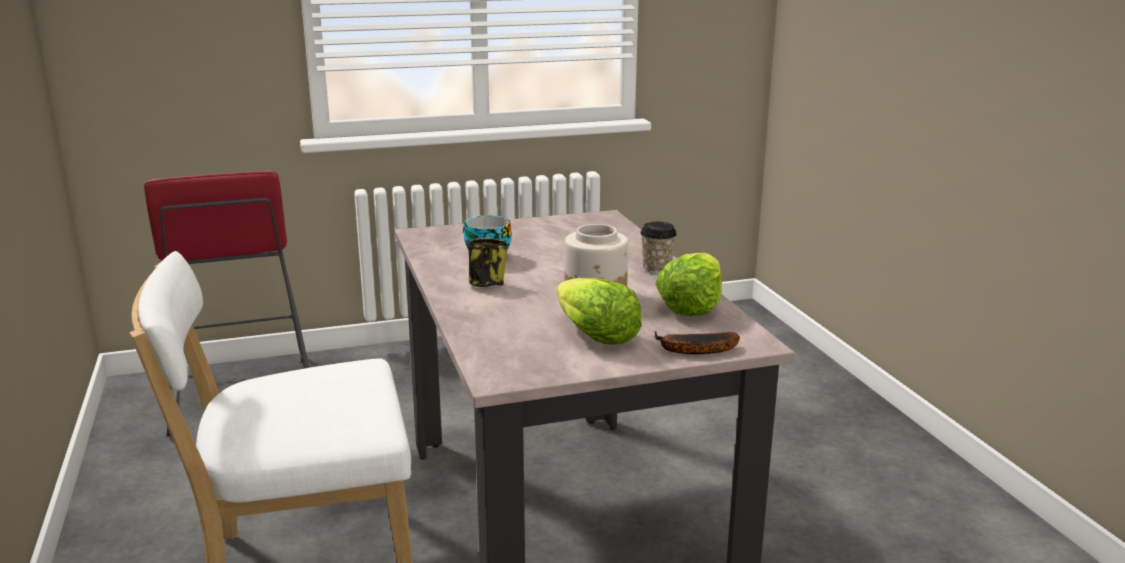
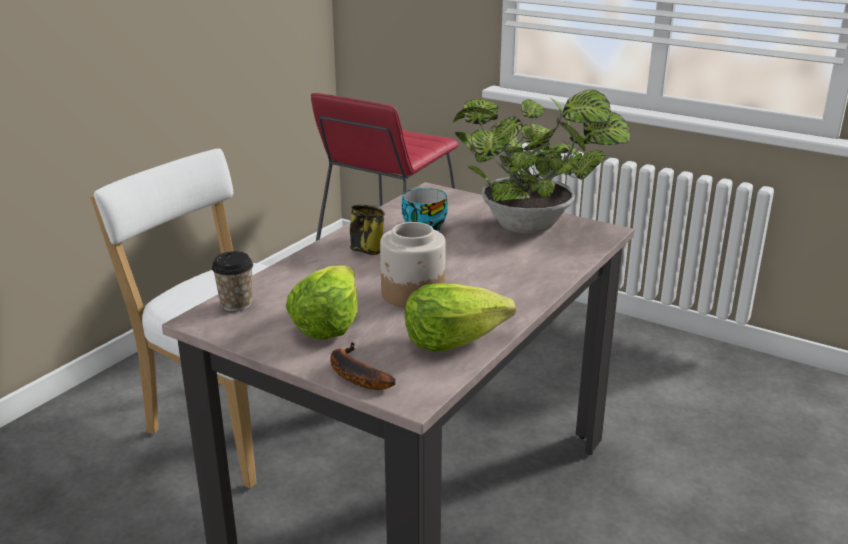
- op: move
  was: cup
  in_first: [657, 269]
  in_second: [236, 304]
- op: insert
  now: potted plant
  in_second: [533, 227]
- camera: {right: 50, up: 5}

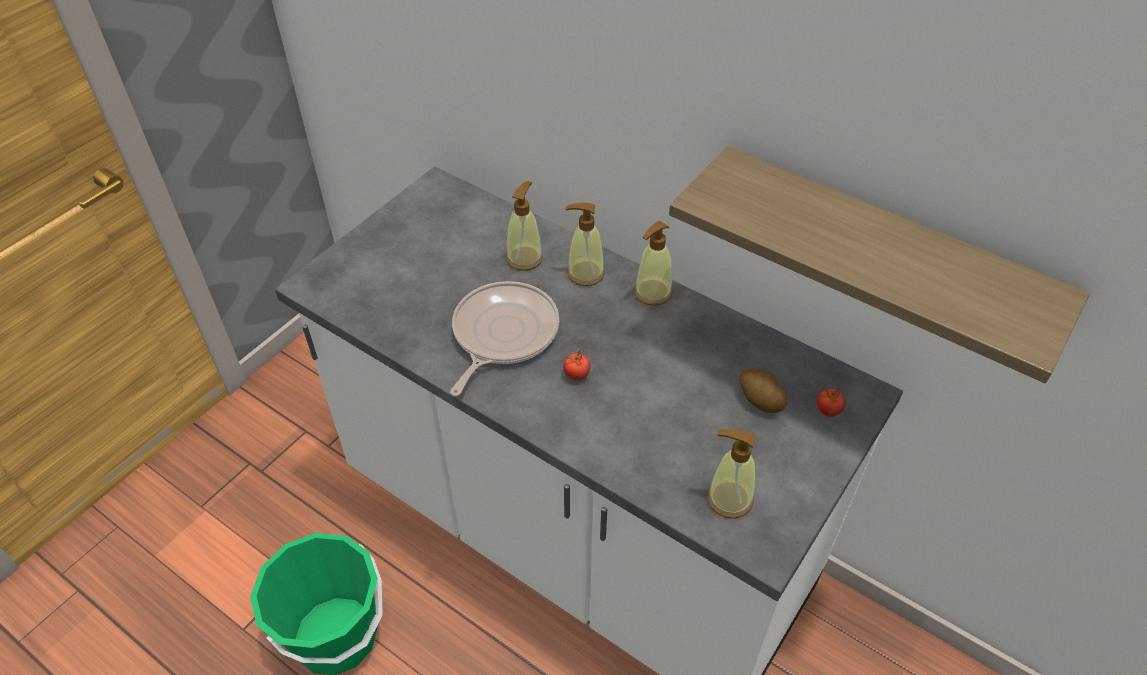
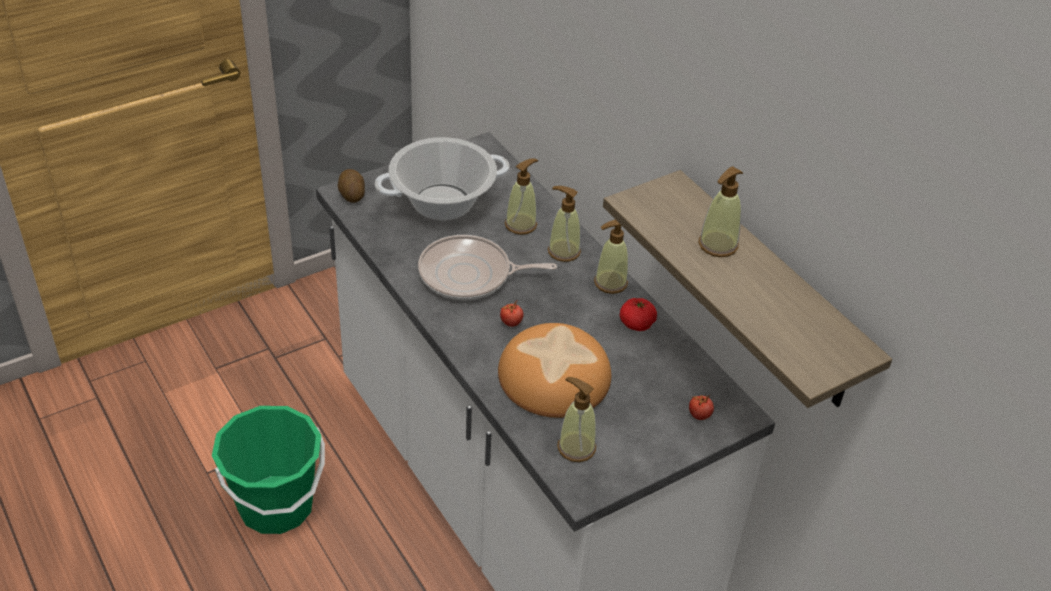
- op: rotate
  was: frying pan
  in_first: [502, 334]
  in_second: [470, 275]
  clockwise: -135
- op: move
  was: potato
  in_first: [759, 400]
  in_second: [351, 194]
- op: insert
  now: cooking pot
  in_second: [442, 202]
- op: insert
  now: soap dispenser
  in_second: [717, 245]
- op: insert
  now: tomato
  in_second: [636, 324]
- op: insert
  now: bread
  in_second: [553, 376]
- camera: {right: 20, up: -5}

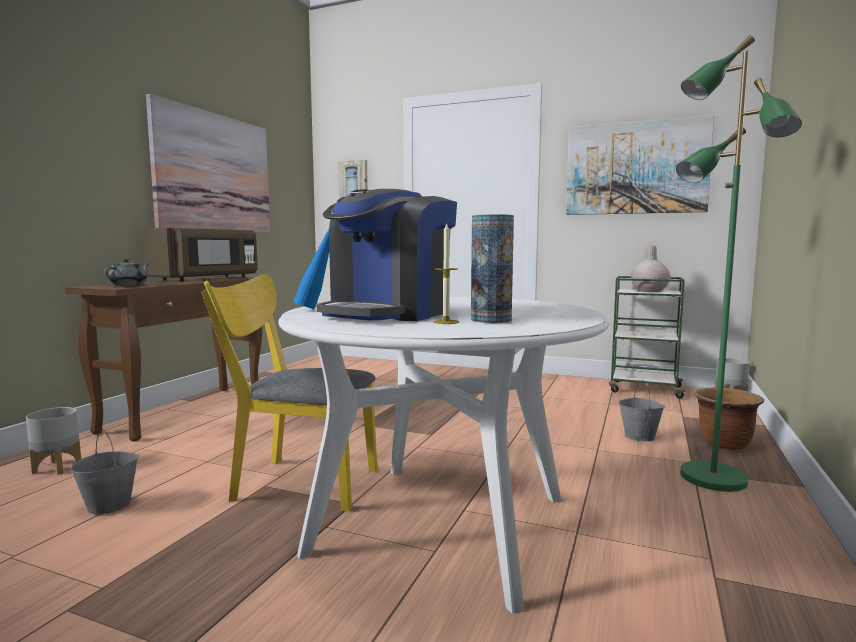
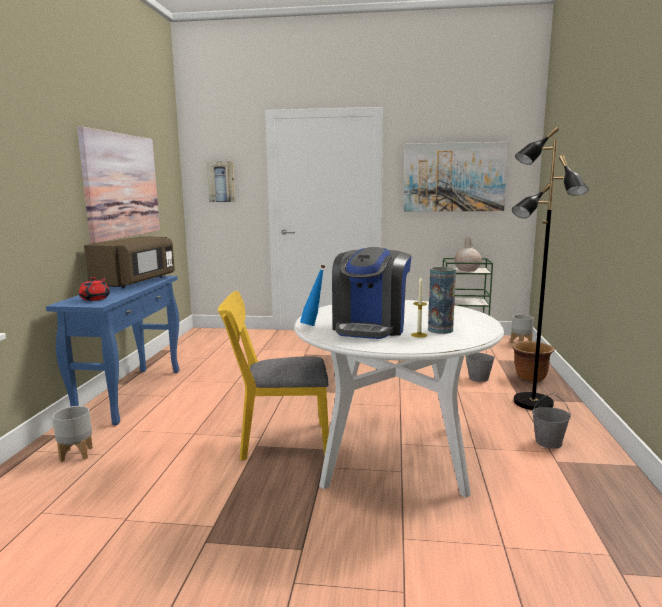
- op: recolor
  was: green floor lamp
  now: black floor lamp
  in_first: [711, 478]
  in_second: [532, 403]
- op: recolor
  was: grey teapot
  now: red teapot
  in_first: [129, 285]
  in_second: [95, 299]
- op: recolor
  was: brown console table
  now: blue console table
  in_first: [186, 411]
  in_second: [131, 394]
- op: move
  was: grey bucket
  in_first: [110, 505]
  in_second: [548, 442]
- camera: {right: -15, up: 5}

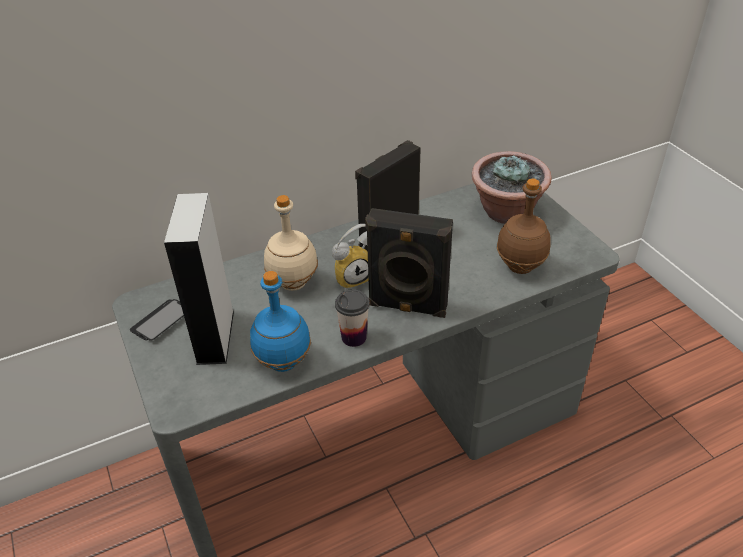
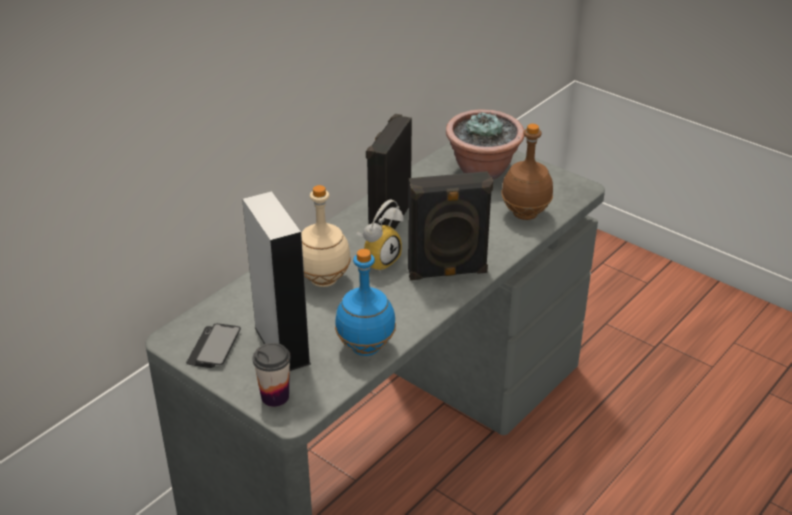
- op: move
  was: cup
  in_first: [354, 337]
  in_second: [275, 396]
- camera: {right: -25, up: -5}

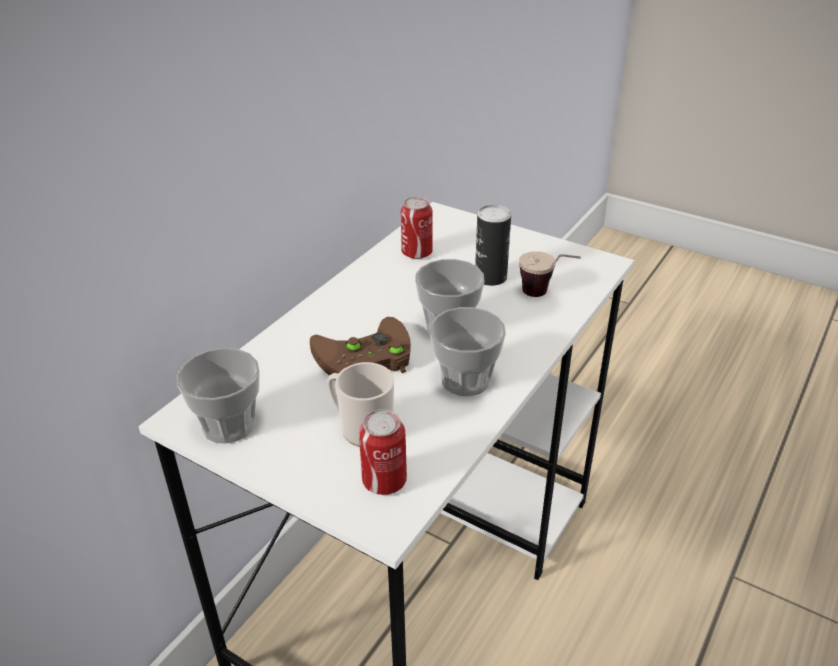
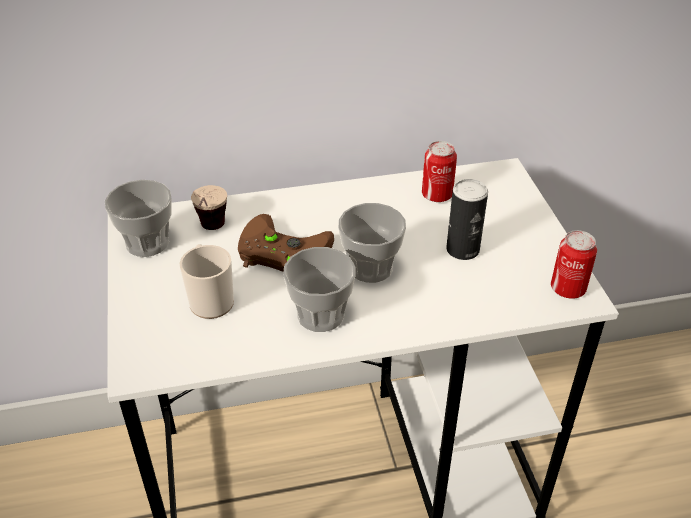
- op: move
  was: cup
  in_first: [546, 297]
  in_second: [211, 232]
- op: move
  was: can
  in_first: [384, 481]
  in_second: [567, 289]
- camera: {right: 45, up: 5}

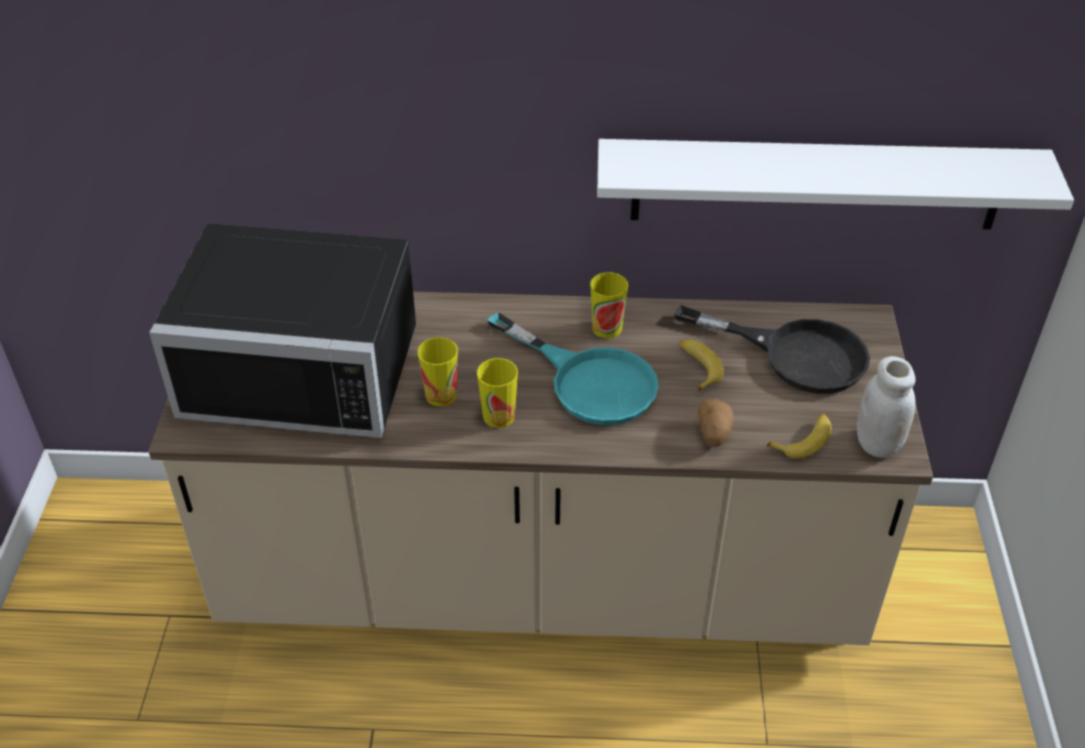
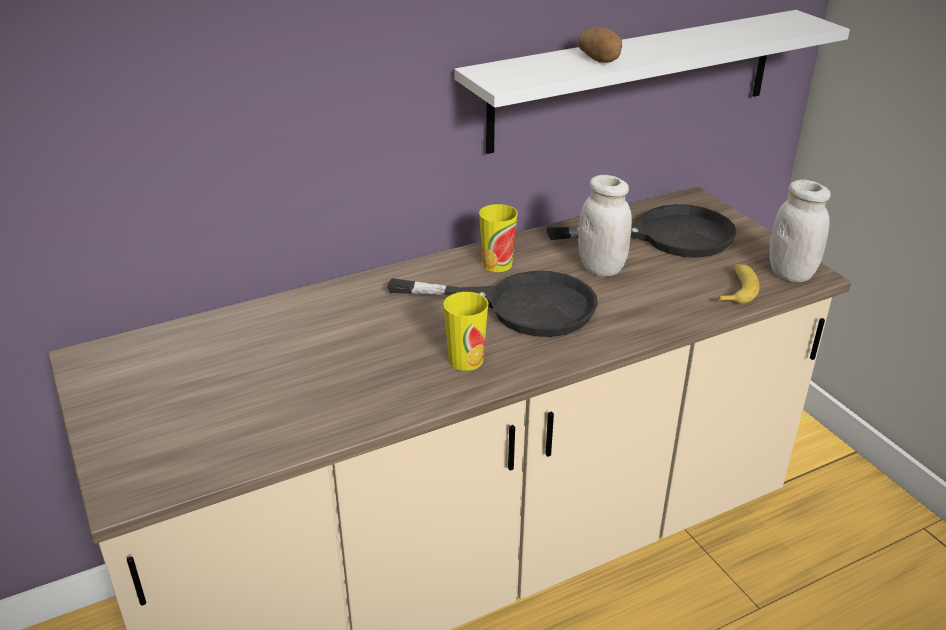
- op: delete
  was: black microwave
  in_first: [307, 363]
- op: recolor
  was: turquoise frying pan
  now: black frying pan
  in_first: [589, 381]
  in_second: [520, 306]
- op: delete
  was: cup
  in_first: [441, 395]
- op: replace
  was: banana
  now: white jar
  in_first: [697, 368]
  in_second: [601, 268]
- op: move
  was: potato
  in_first: [713, 434]
  in_second: [600, 60]
- camera: {right: -30, up: -10}

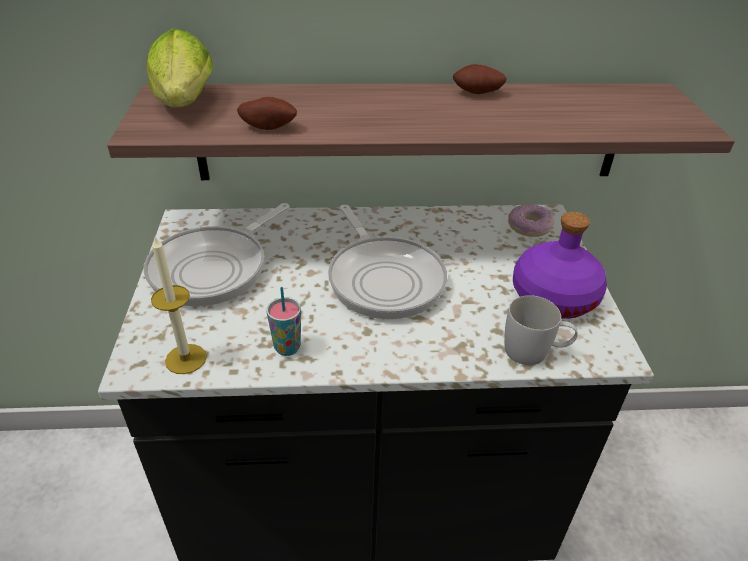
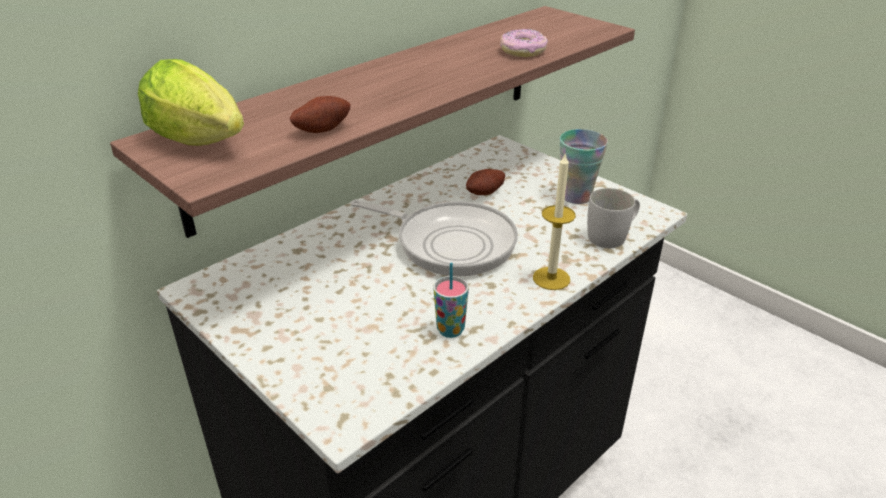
- op: move
  was: potato
  in_first: [477, 94]
  in_second: [486, 194]
- op: delete
  was: frying pan
  in_first: [214, 268]
- op: move
  was: donut
  in_first: [529, 227]
  in_second: [523, 51]
- op: replace
  was: purple bottle
  now: cup
  in_first: [553, 296]
  in_second: [576, 196]
- op: move
  was: candle
  in_first: [186, 359]
  in_second: [551, 278]
- camera: {right: -40, up: -5}

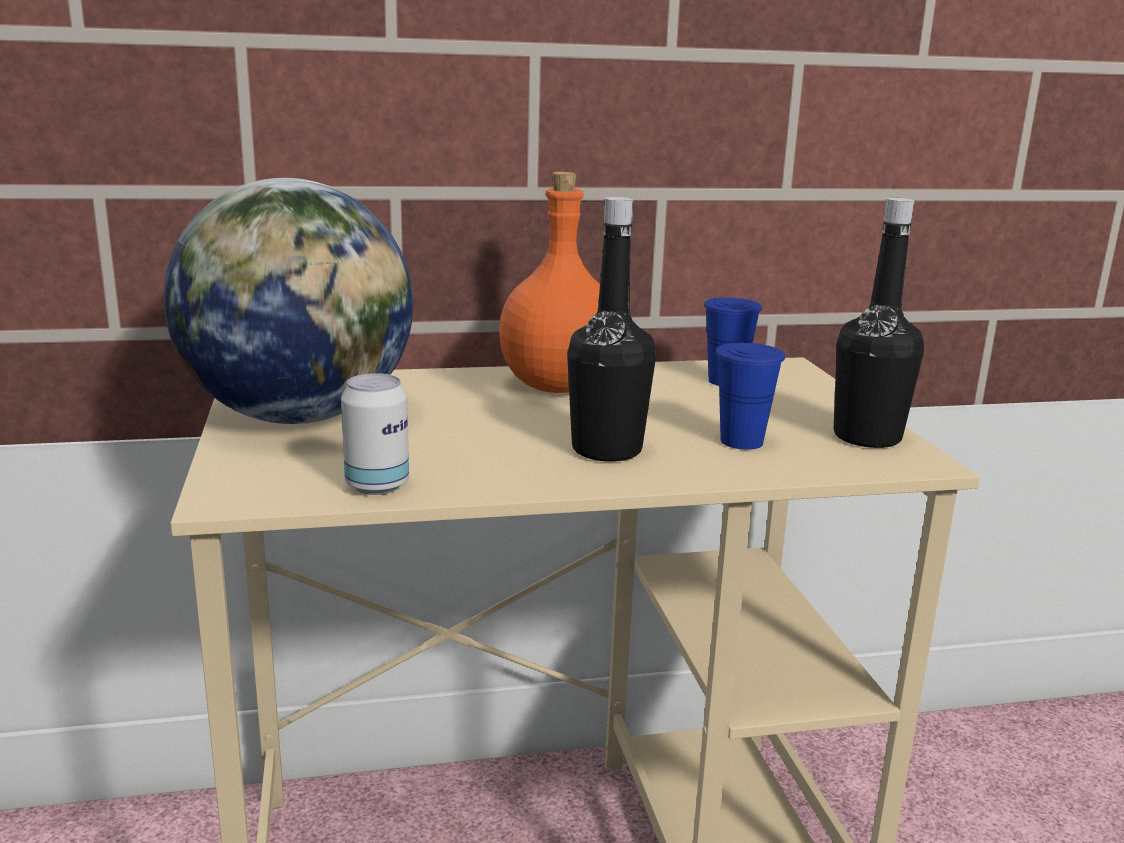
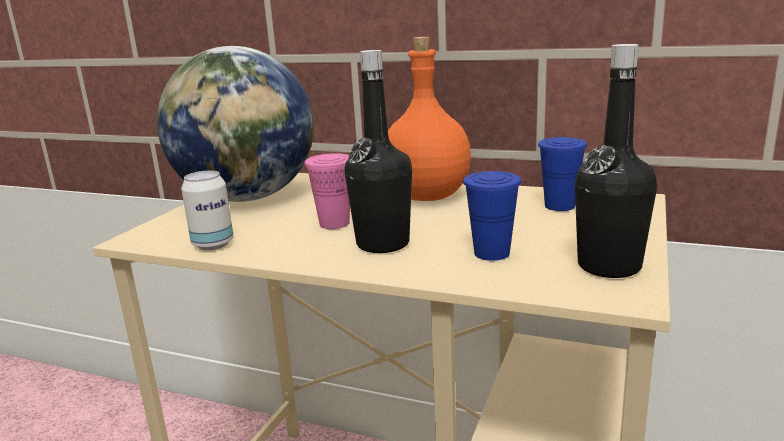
- op: insert
  now: pink cup
  in_second: [334, 223]
- camera: {right: 35, up: 0}

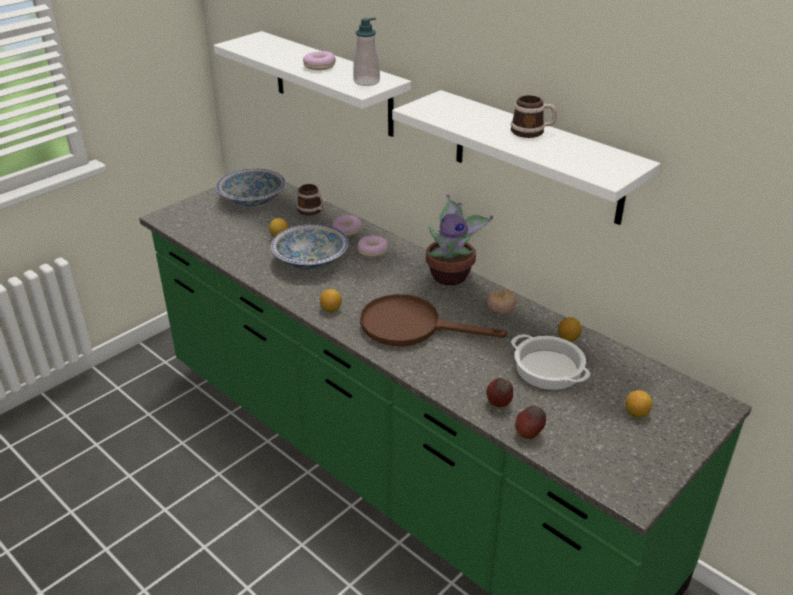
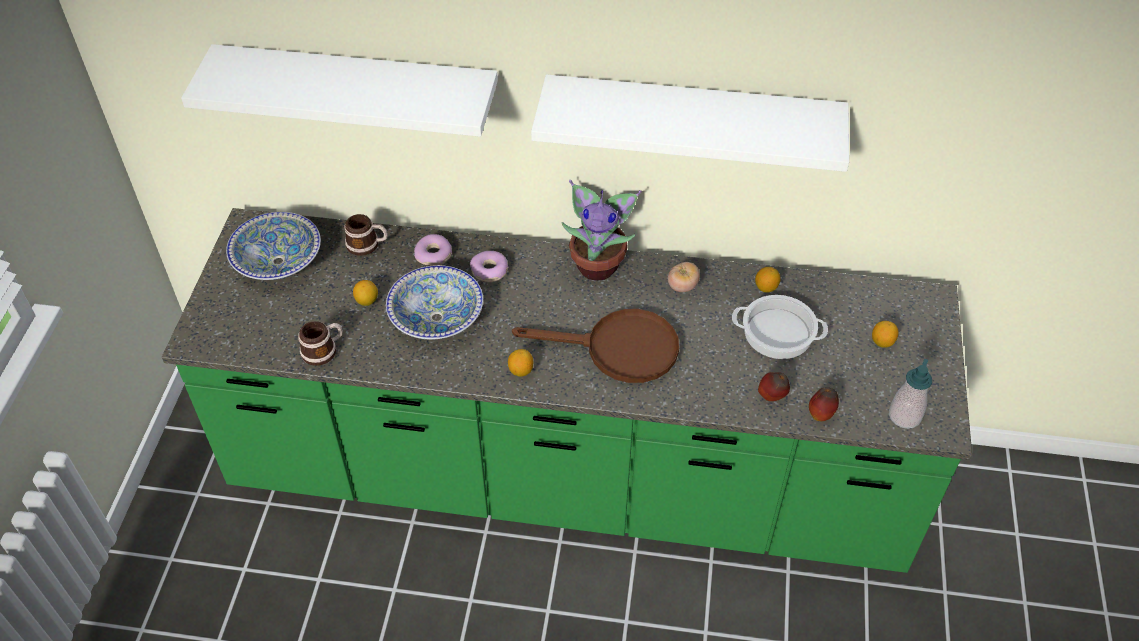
- op: move
  was: soap dispenser
  in_first: [366, 82]
  in_second: [904, 416]
- op: delete
  was: donut
  in_first: [319, 66]
- op: move
  was: mug
  in_first: [532, 131]
  in_second: [324, 350]
- op: rotate
  was: brown frying pan
  in_first: [412, 326]
  in_second: [618, 349]
  clockwise: -150
- camera: {right: -35, up: 15}

